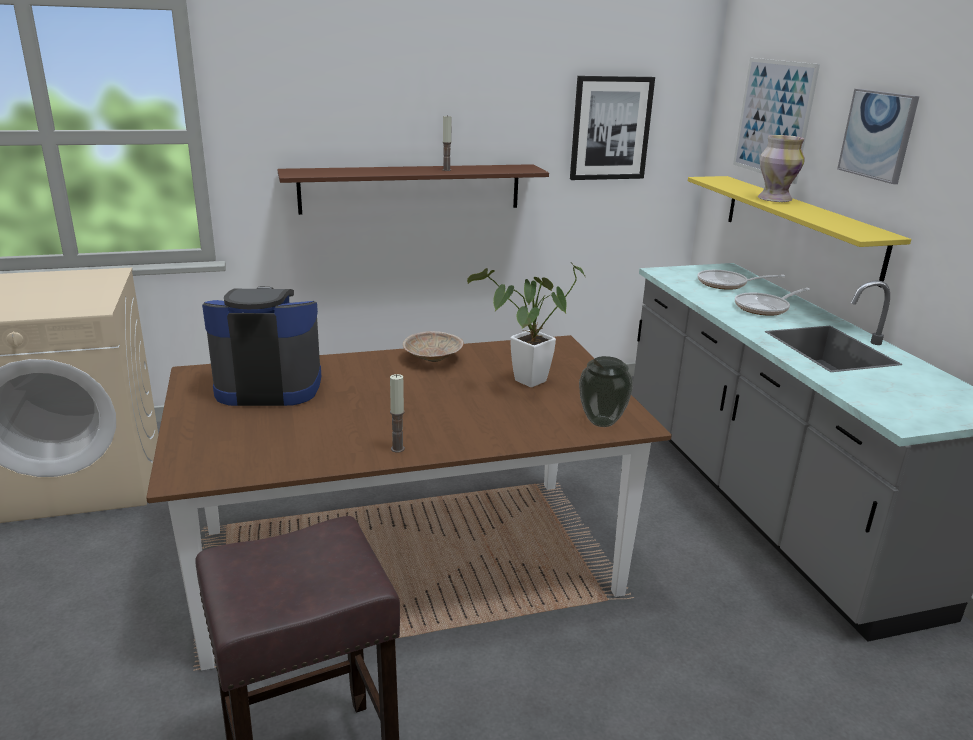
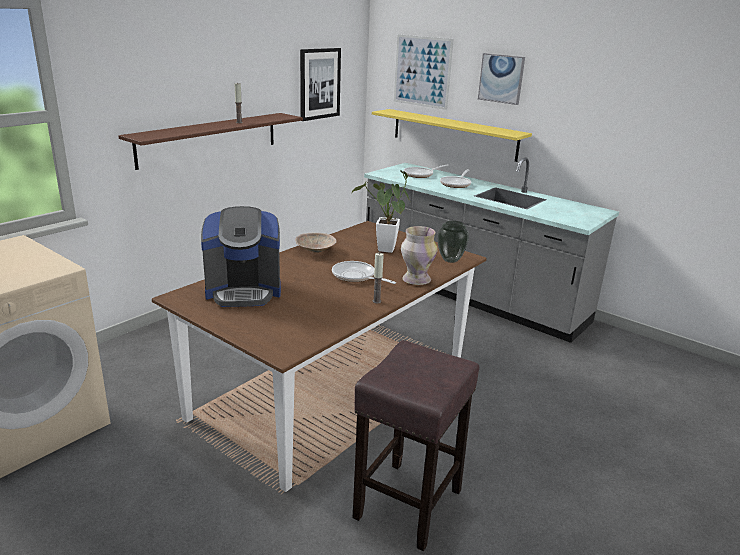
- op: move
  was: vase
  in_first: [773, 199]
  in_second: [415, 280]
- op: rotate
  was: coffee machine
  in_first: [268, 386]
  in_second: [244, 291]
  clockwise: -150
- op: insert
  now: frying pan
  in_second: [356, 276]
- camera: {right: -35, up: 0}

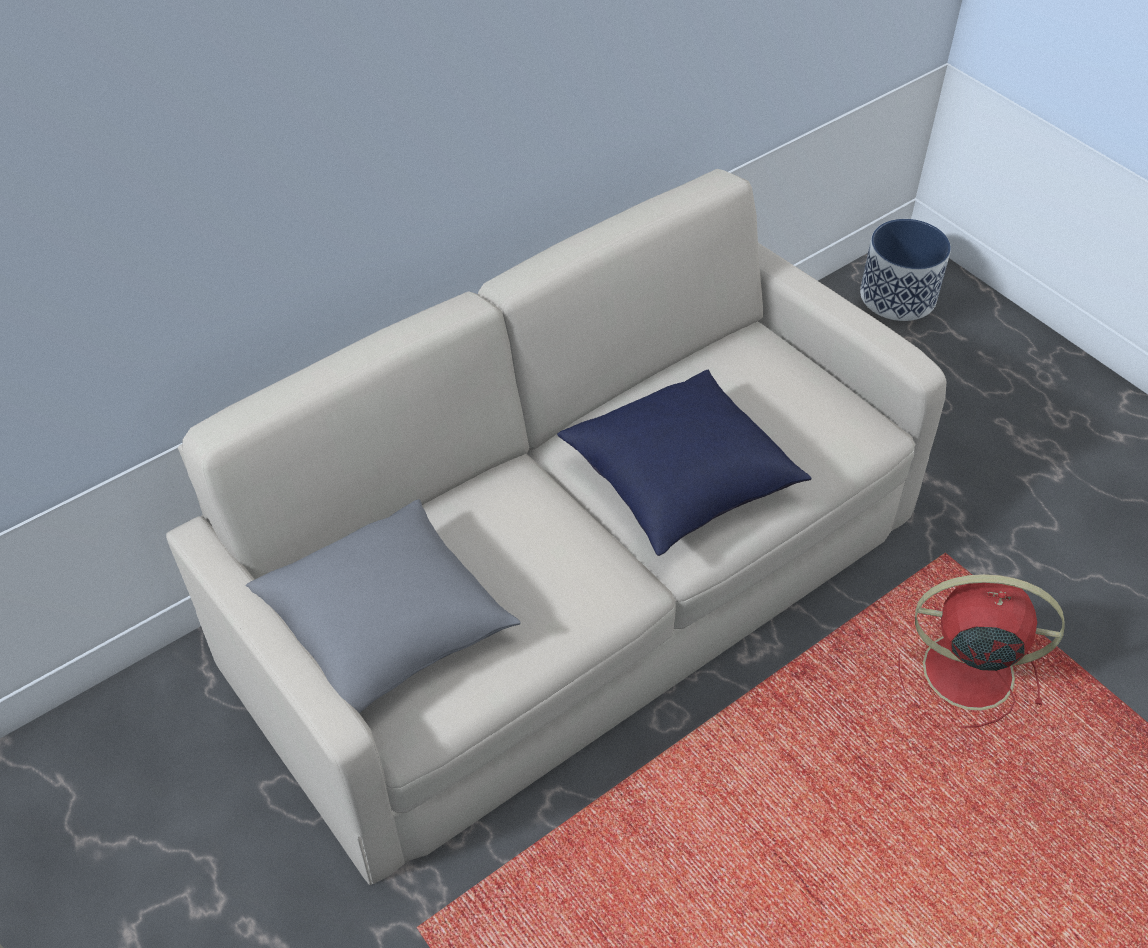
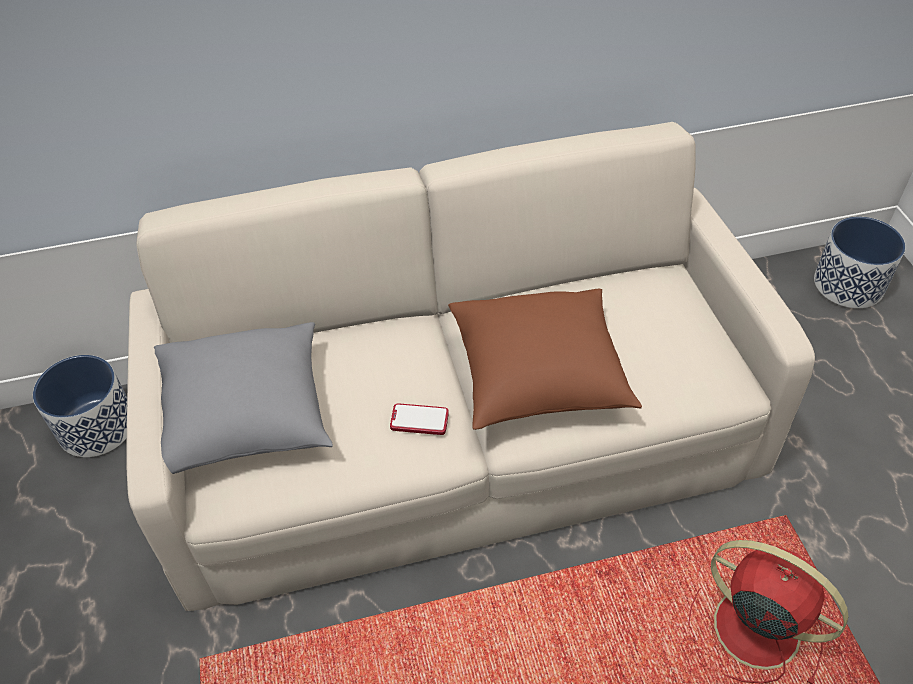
- op: recolor
  was: blue pillow
  now: brown pillow
  in_first: [680, 483]
  in_second: [538, 376]
- op: insert
  now: planter
  in_second: [97, 426]
- op: insert
  now: phone
  in_second: [419, 420]
- camera: {right: 25, up: 0}

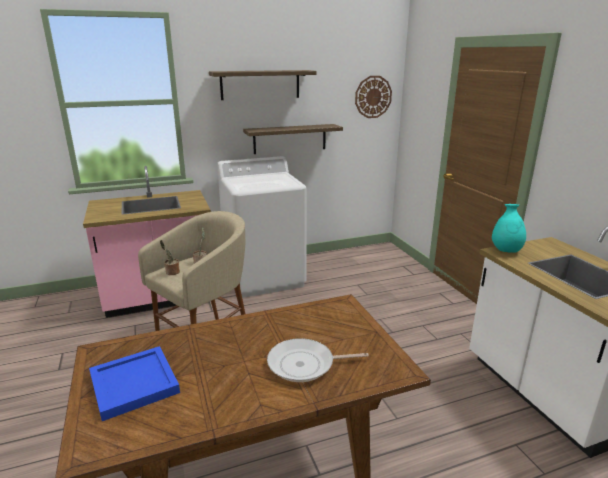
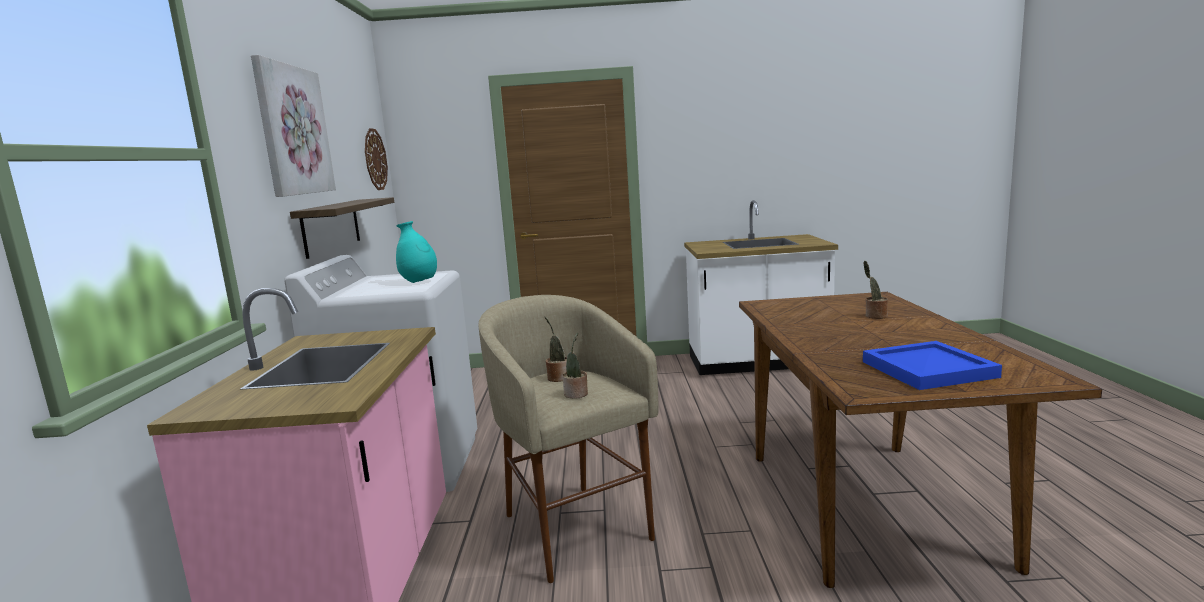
- op: replace
  was: shelf
  now: picture
  in_first: [260, 84]
  in_second: [293, 130]
- op: move
  was: turquoise vase
  in_first: [506, 251]
  in_second: [419, 282]
- op: replace
  was: frying pan
  now: potted plant
  in_first: [305, 365]
  in_second: [874, 316]
- camera: {right: -70, up: -10}

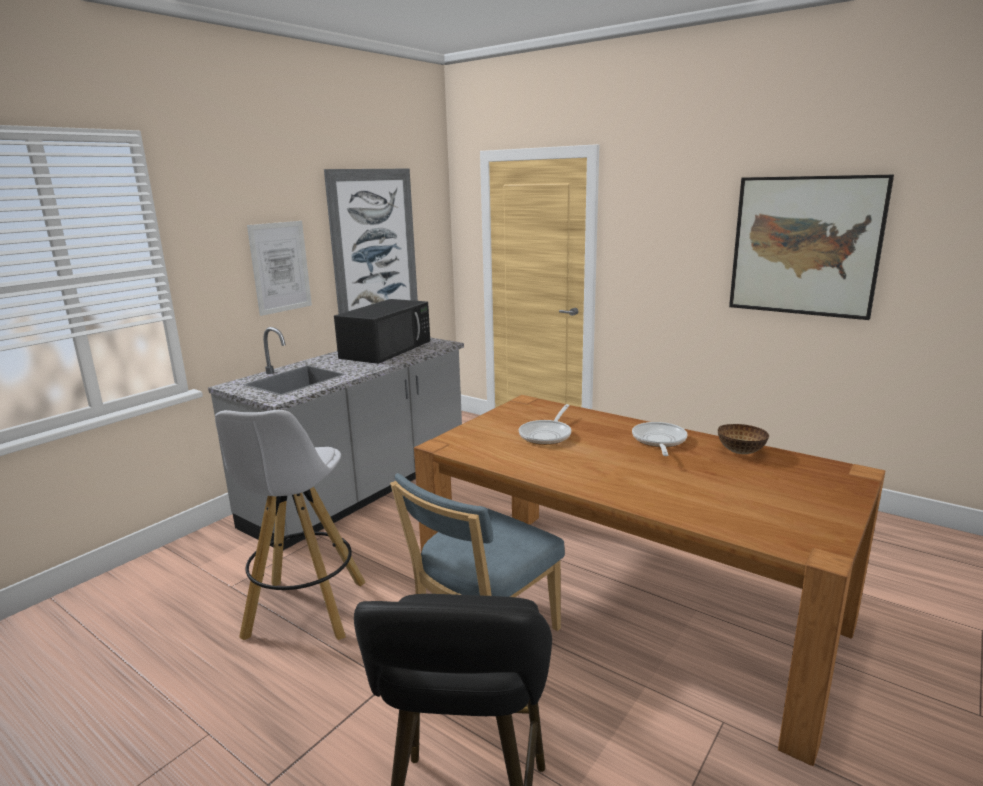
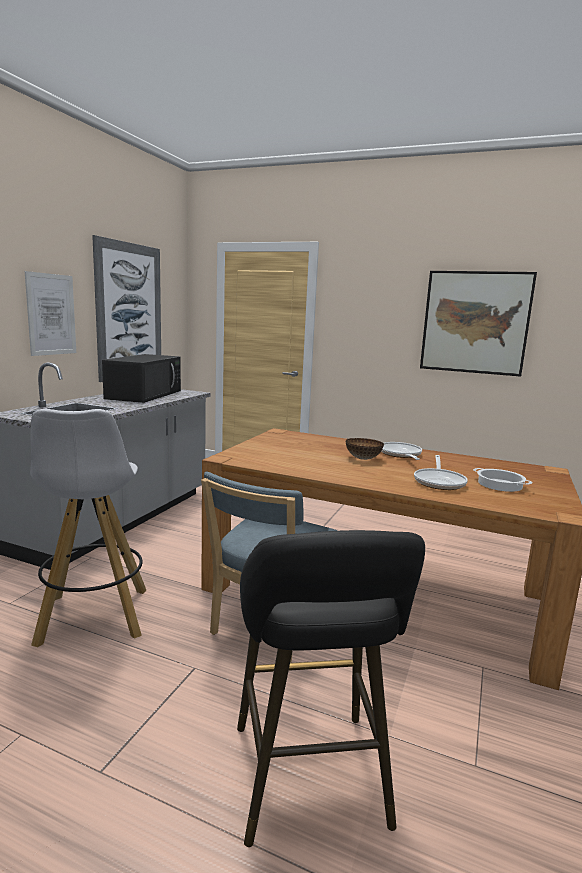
- op: move
  was: frying pan
  in_first: [547, 434]
  in_second: [439, 482]
- op: move
  was: bowl
  in_first: [741, 452]
  in_second: [363, 458]
- op: insert
  now: cooking pot
  in_second: [499, 484]
- camera: {right: -15, up: -5}

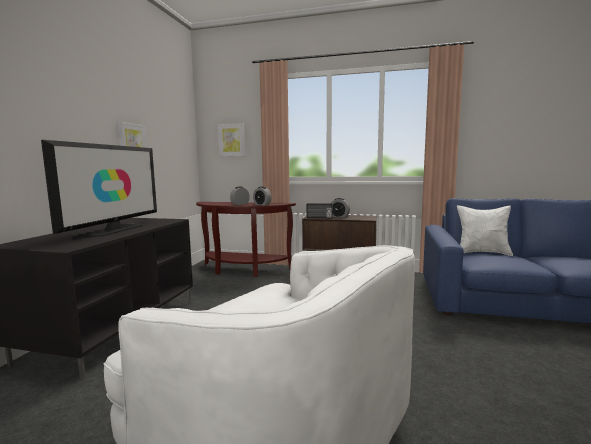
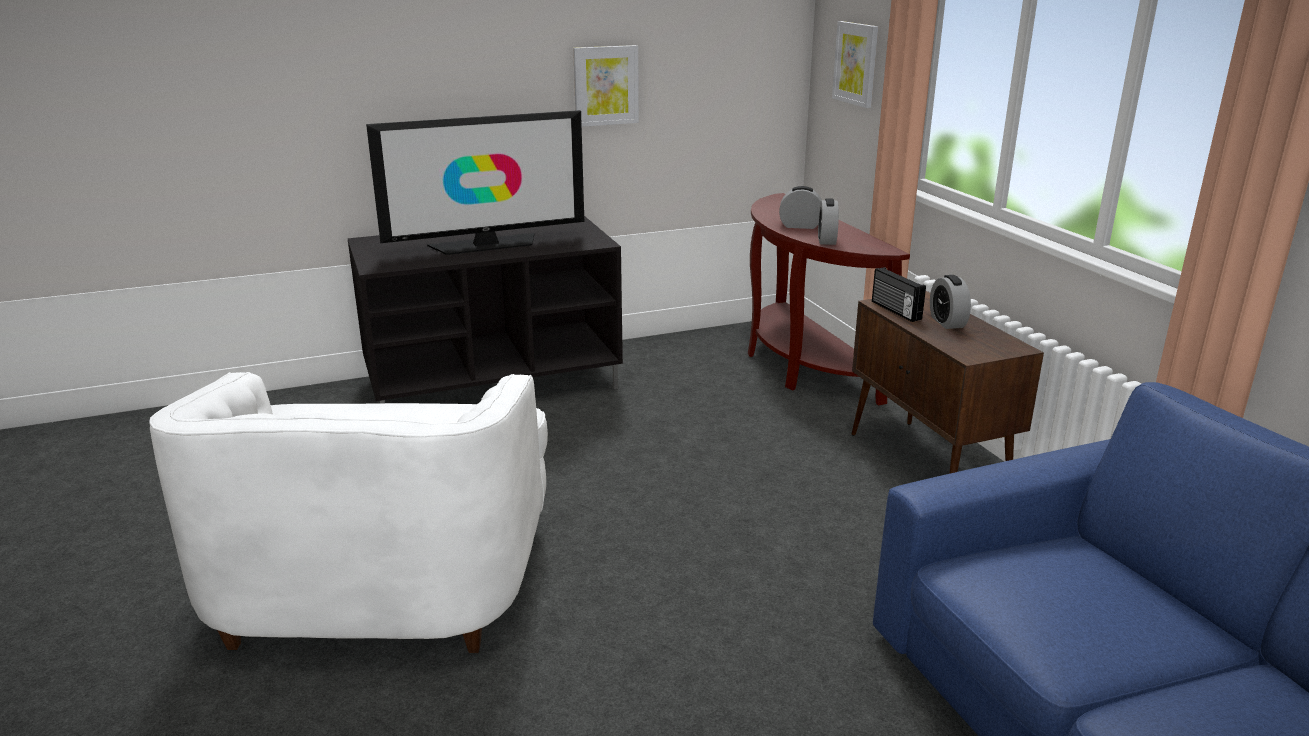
- op: delete
  was: white pillow
  in_first: [482, 253]
- camera: {right: 55, up: 15}

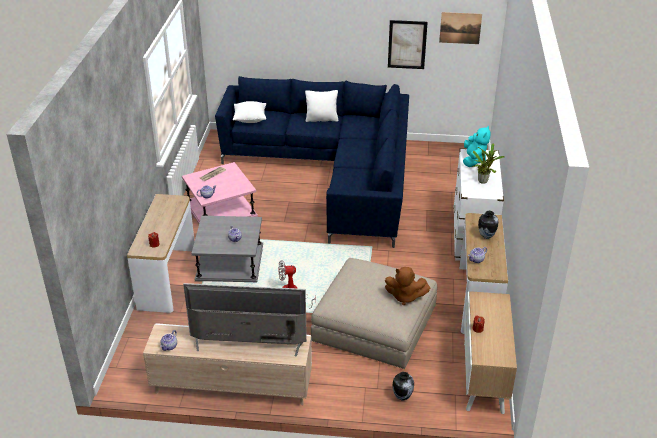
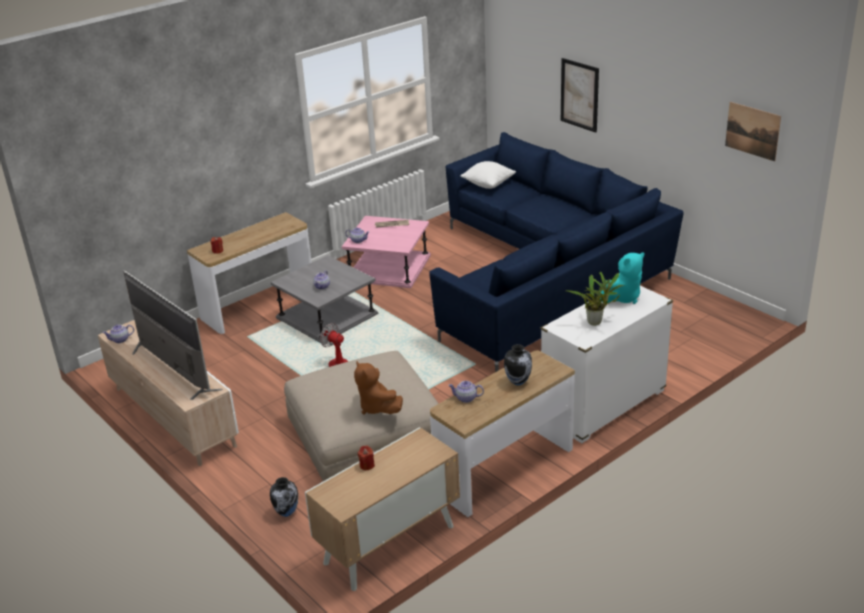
- op: move
  was: picture
  in_first: [407, 44]
  in_second: [579, 95]
- op: delete
  was: white pillow
  in_first: [321, 119]
- camera: {right: 45, up: -5}

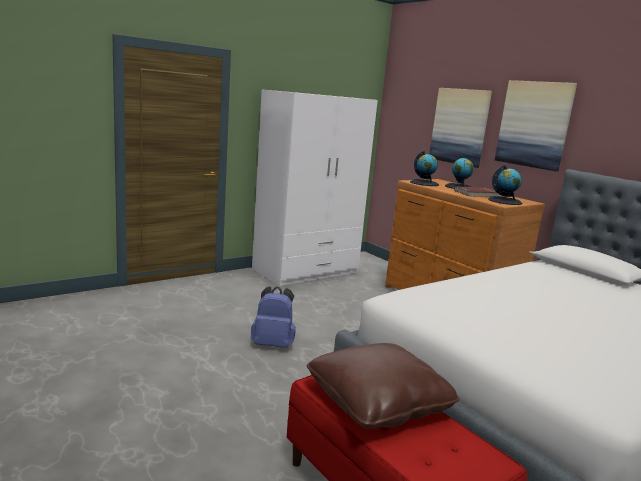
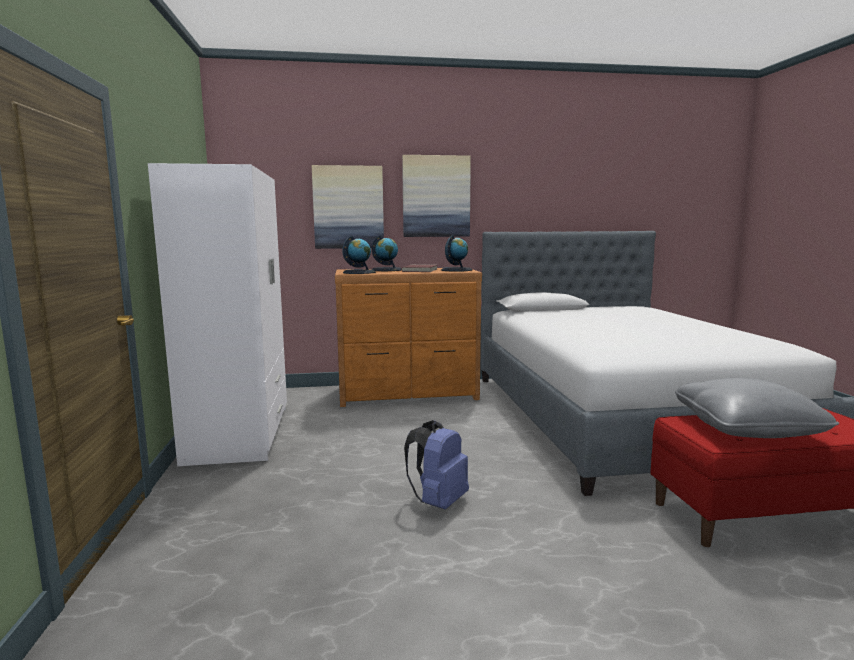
- op: recolor
  was: brown pillow
  now: grey pillow
  in_first: [378, 403]
  in_second: [746, 428]
- camera: {right: -60, up: -5}

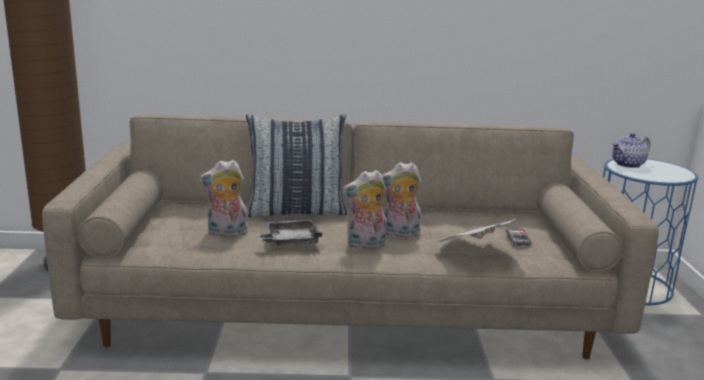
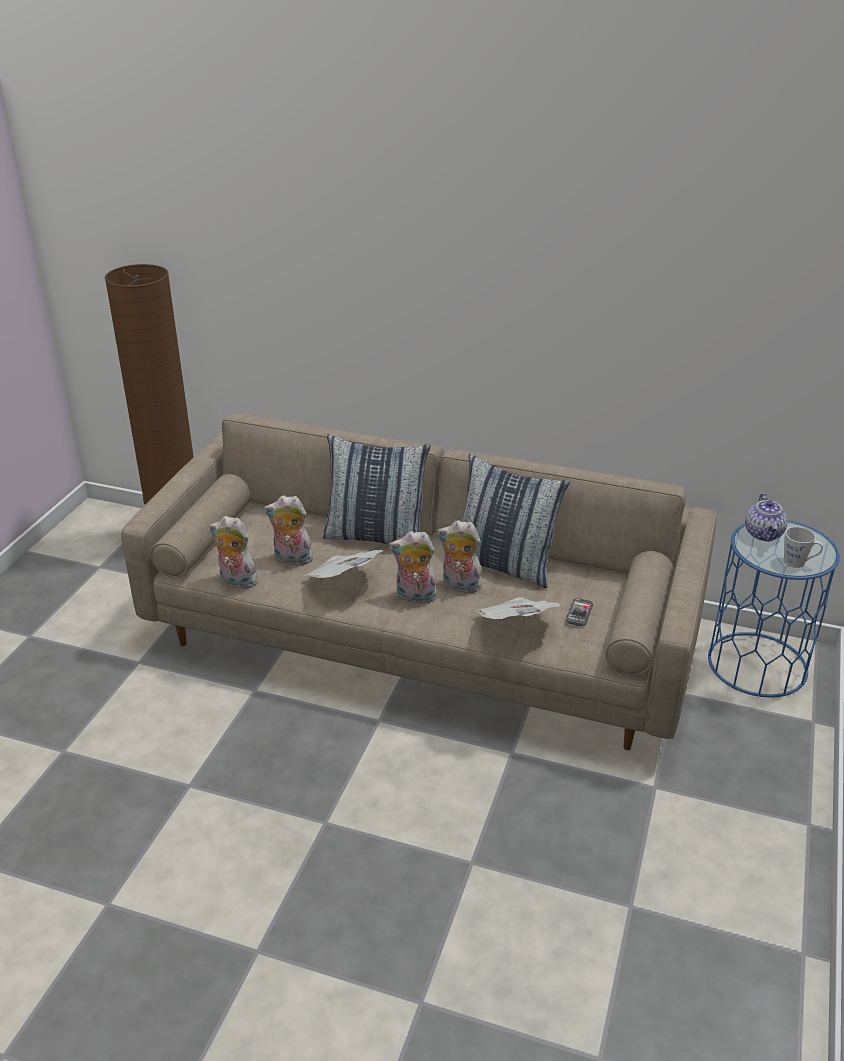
- op: rotate
  was: teapot
  in_first: [628, 165]
  in_second: [764, 534]
  clockwise: -75
- op: replace
  was: grey tray
  now: newspaper
  in_first: [289, 241]
  in_second: [344, 581]
- op: insert
  now: pillow
  in_second: [504, 564]
- op: insert
  now: plush toy
  in_second: [236, 581]
- op: insert
  now: grey mug
  in_second: [798, 562]
- camera: {right: 20, up: 15}

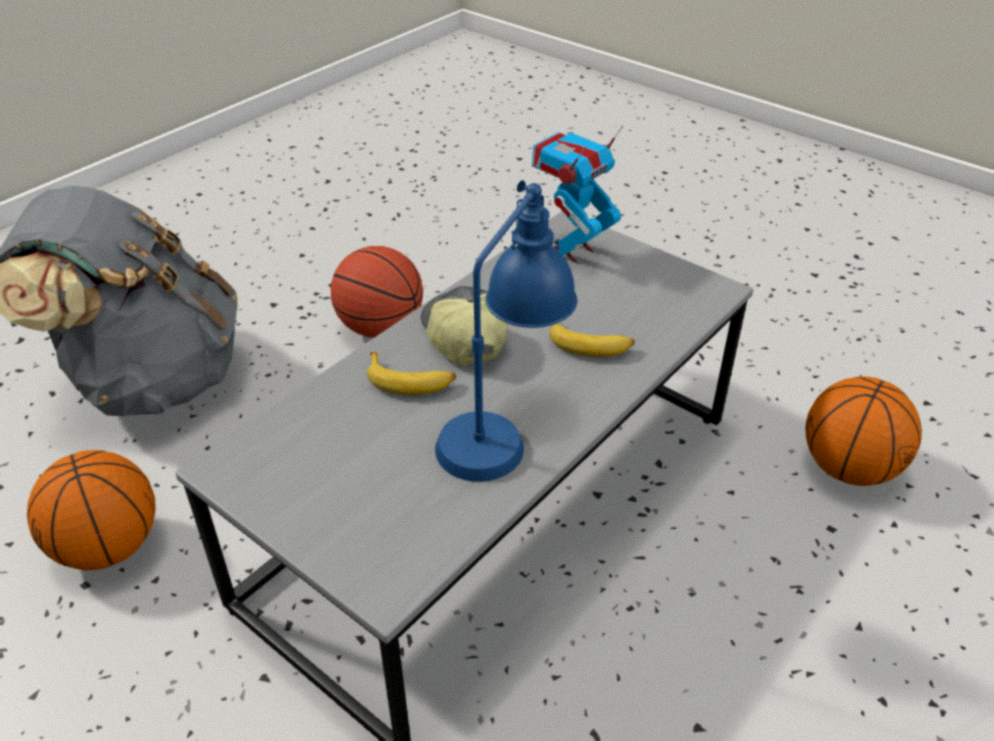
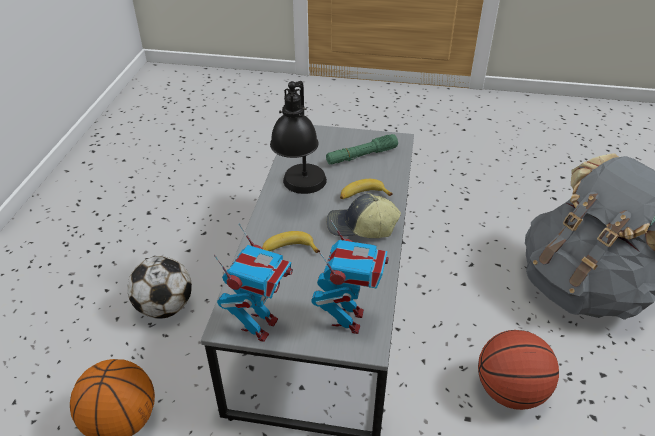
- op: recolor
  was: blue table lamp
  now: black table lamp
  in_first: [503, 426]
  in_second: [301, 192]
- op: rotate
  was: cap
  in_first: [462, 336]
  in_second: [361, 227]
  clockwise: 150
- op: delete
  was: basketball
  in_first: [108, 547]
- op: insert
  now: green flashlight
  in_second: [361, 156]
- op: insert
  now: toy robot
  in_second: [259, 326]
- op: insert
  now: football
  in_second: [165, 307]
- camera: {right: 150, up: 0}

